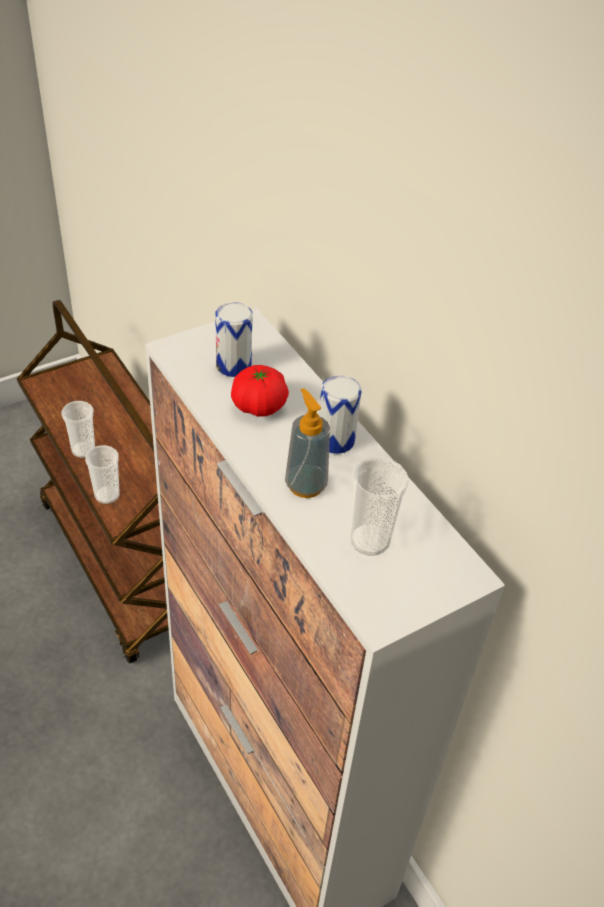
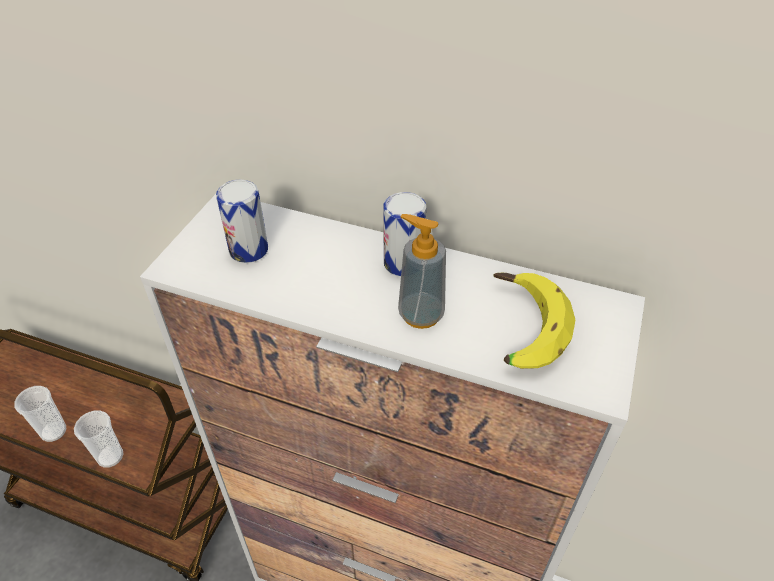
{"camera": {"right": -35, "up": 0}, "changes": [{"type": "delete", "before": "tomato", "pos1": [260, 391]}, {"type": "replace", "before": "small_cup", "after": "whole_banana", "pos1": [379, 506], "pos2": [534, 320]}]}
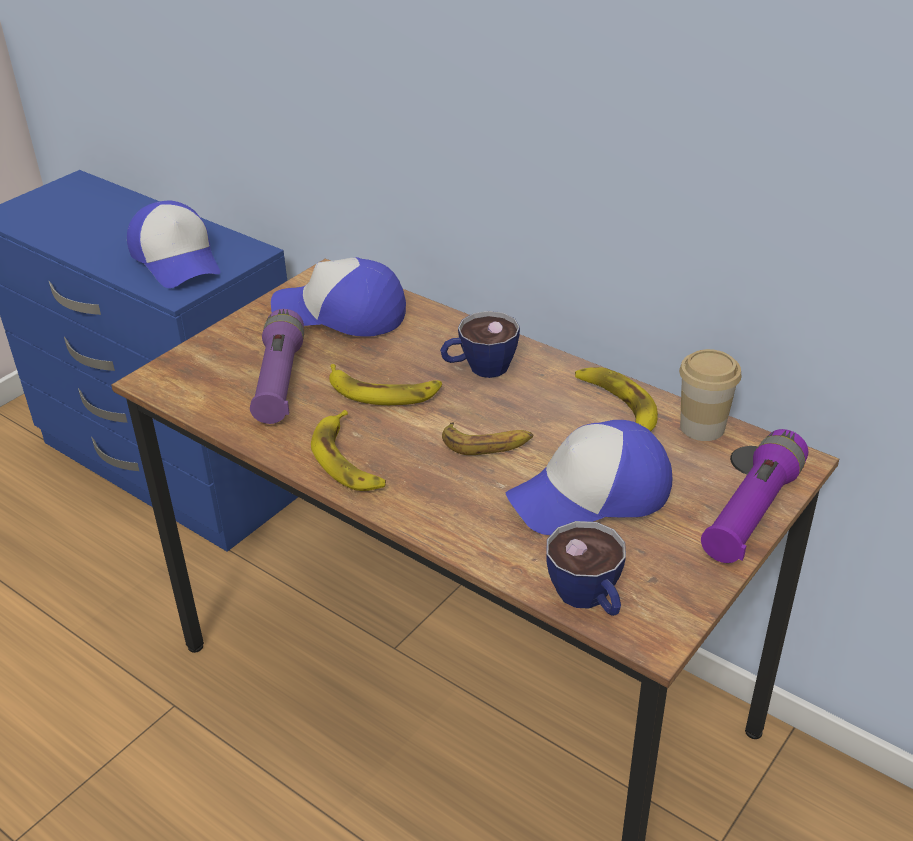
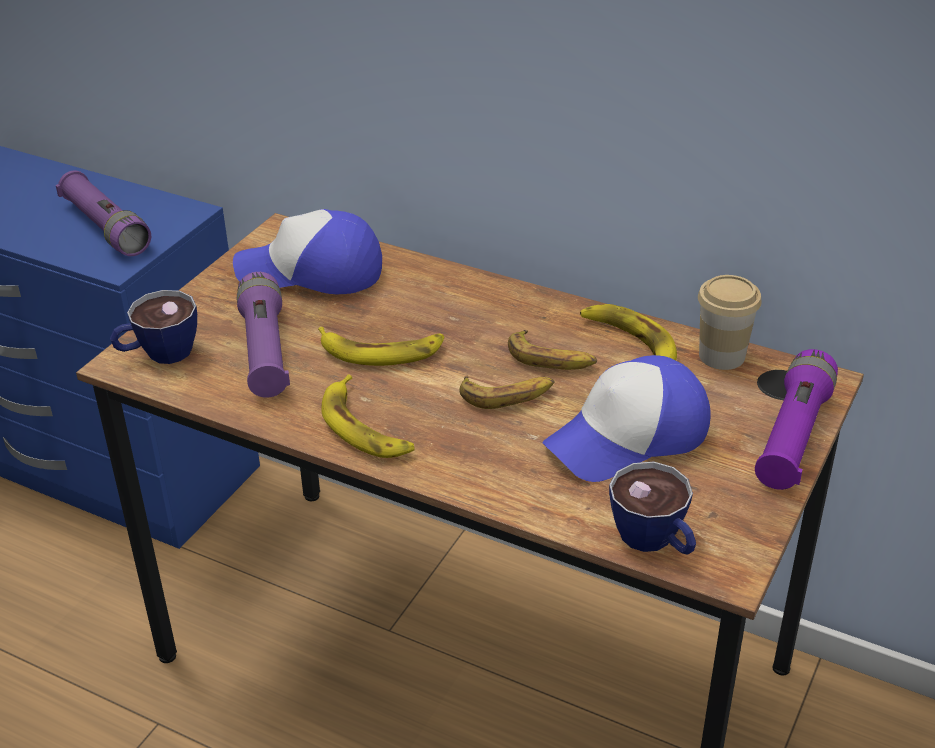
{"camera": {"right": -10, "up": 0}, "changes": [{"type": "replace", "before": "peaked_cap", "after": "purplish_torch", "pos1": [173, 244], "pos2": [103, 213]}, {"type": "move", "before": "small_cup", "pos1": [480, 344], "pos2": [153, 327]}, {"type": "insert", "after": "whole_banana", "pos2": [552, 350]}]}
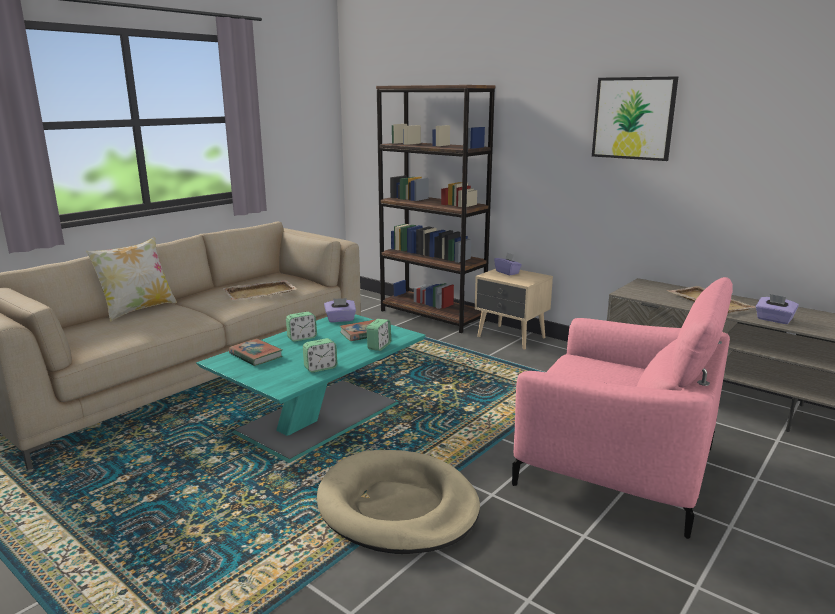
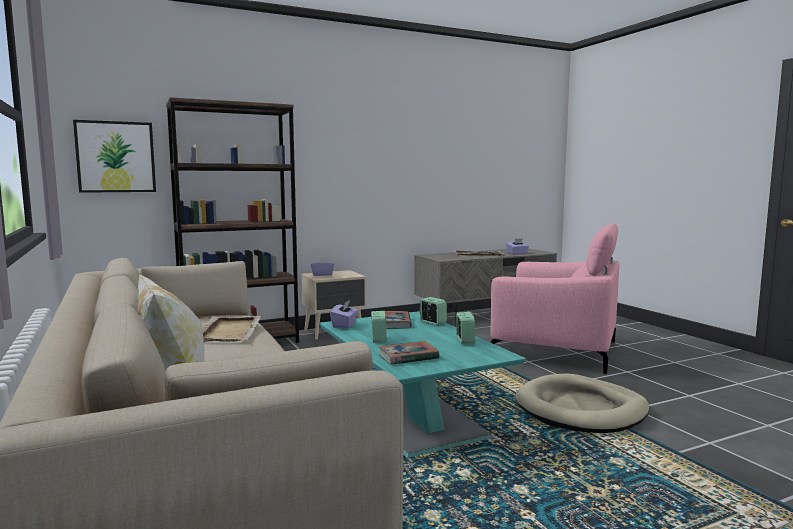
{"camera": {"right": -65, "up": -10}, "changes": [{"type": "move", "before": "wall_picture", "pos1": [635, 118], "pos2": [114, 156]}, {"type": "rotate", "before": "pink_armchair", "pos1": [622, 408], "pos2": [555, 298], "turn": 60}]}
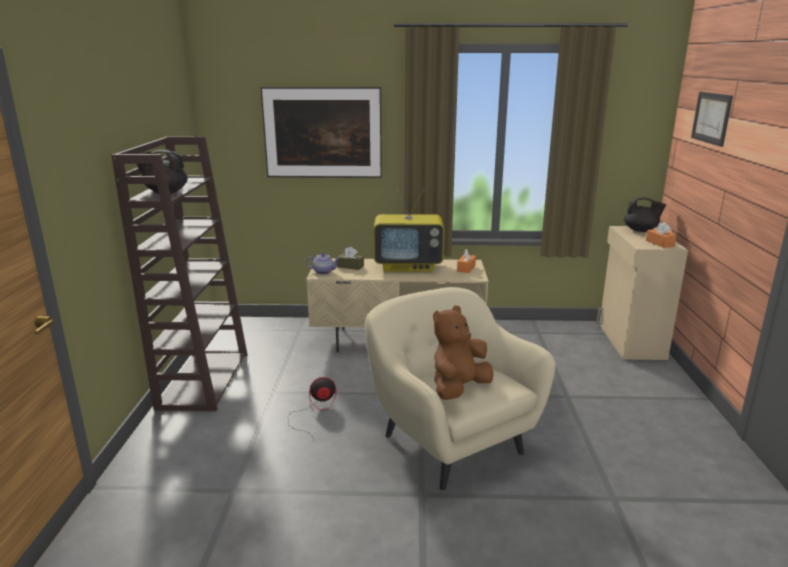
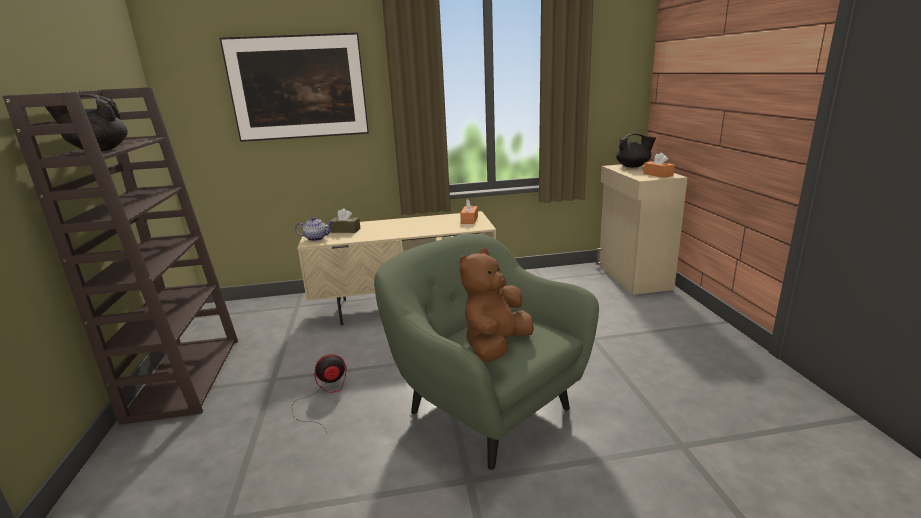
{"camera": {"right": -10, "up": 0}, "changes": [{"type": "delete", "before": "wall_picture", "pos1": [712, 119]}, {"type": "delete", "before": "TV", "pos1": [409, 230]}, {"type": "recolor", "before": "beige-coloured_armchair", "after": "green_armchair", "pos1": [460, 388], "pos2": [486, 352]}]}
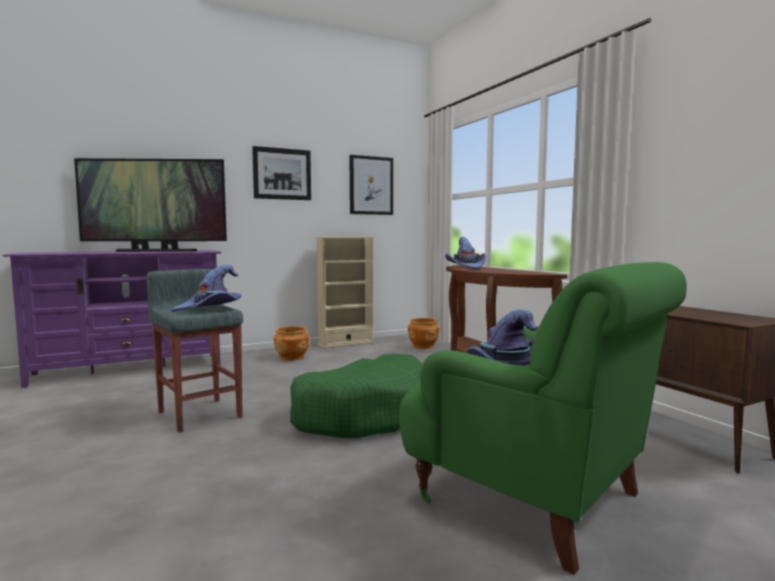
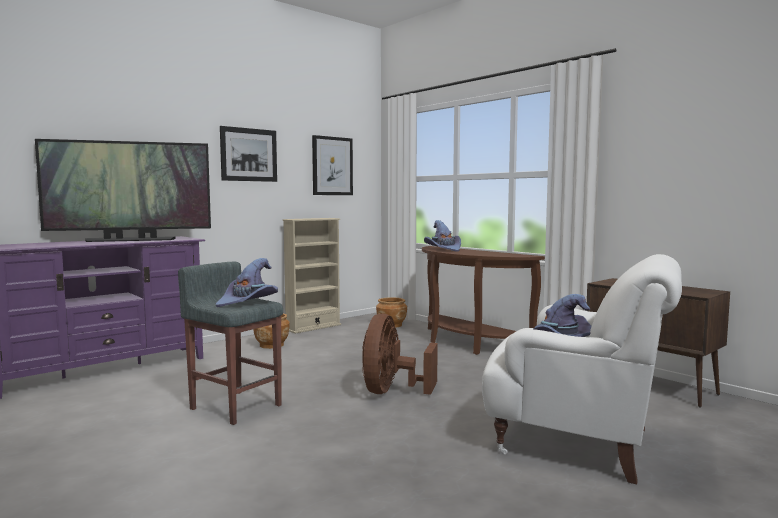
{"camera": {"right": -15, "up": 0}, "changes": [{"type": "recolor", "before": "green_armchair", "after": "white-coloured_armchair", "pos1": [543, 418], "pos2": [582, 369]}, {"type": "replace", "before": "green_dog_cushion", "after": "brownish_fan", "pos1": [356, 396], "pos2": [400, 354]}]}
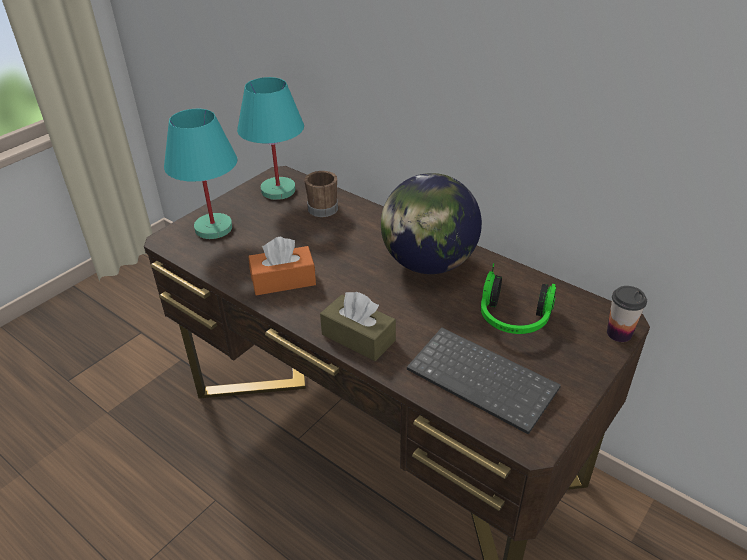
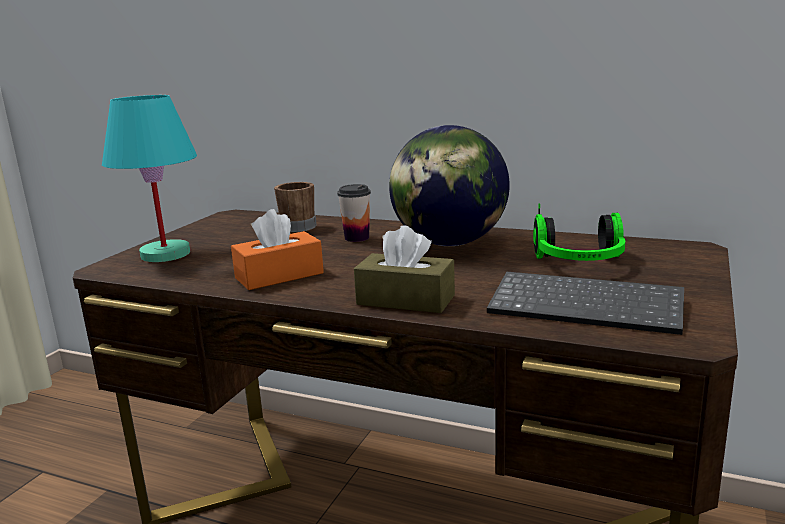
{"camera": {"right": -15, "up": -20}, "changes": [{"type": "delete", "before": "turquoise_tabletop_lamp", "pos1": [270, 138]}, {"type": "move", "before": "small_cup", "pos1": [627, 314], "pos2": [354, 213]}]}
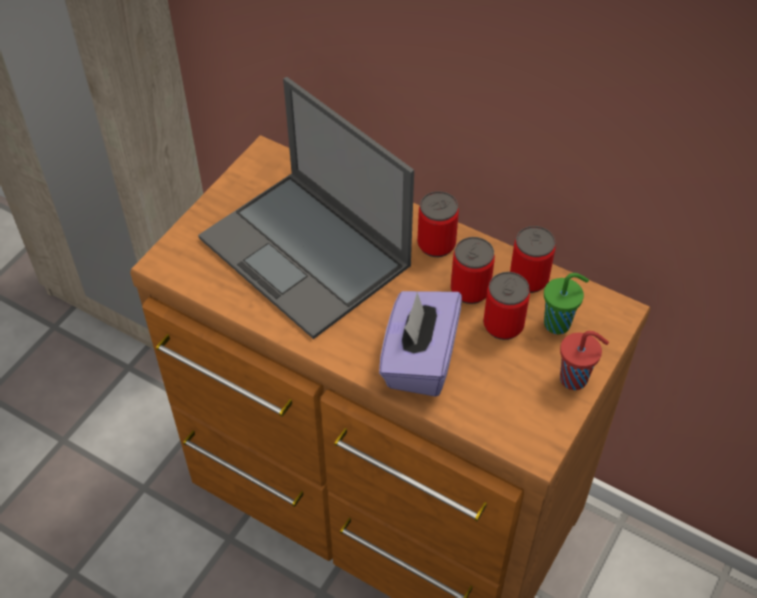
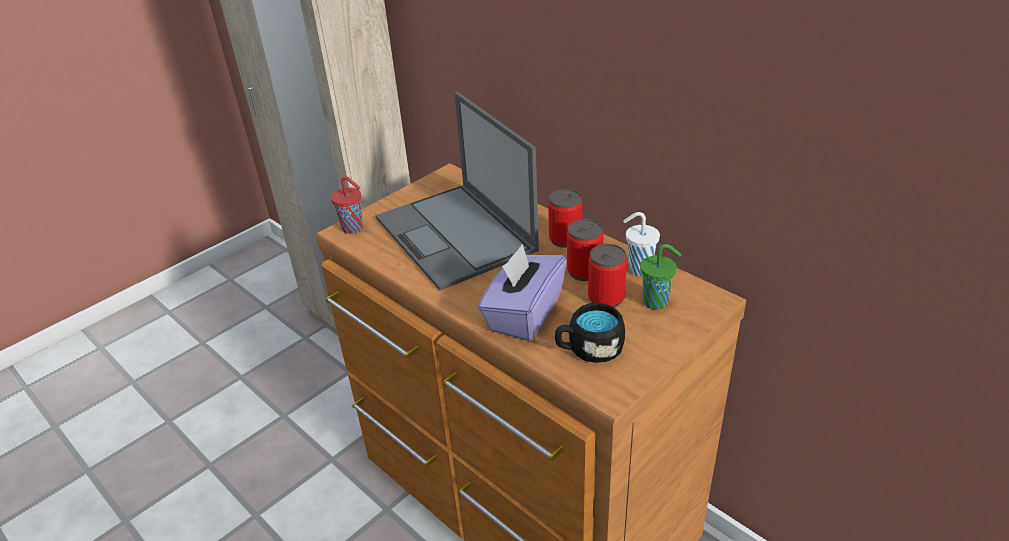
{"camera": {"right": 15, "up": -15}, "changes": [{"type": "replace", "before": "sealed_can", "after": "white-coloured_small_cup", "pos1": [533, 259], "pos2": [641, 244]}, {"type": "move", "before": "red-coloured_small_cup", "pos1": [584, 360], "pos2": [347, 205]}, {"type": "insert", "after": "blackish_coffee_mug", "pos2": [590, 333]}]}
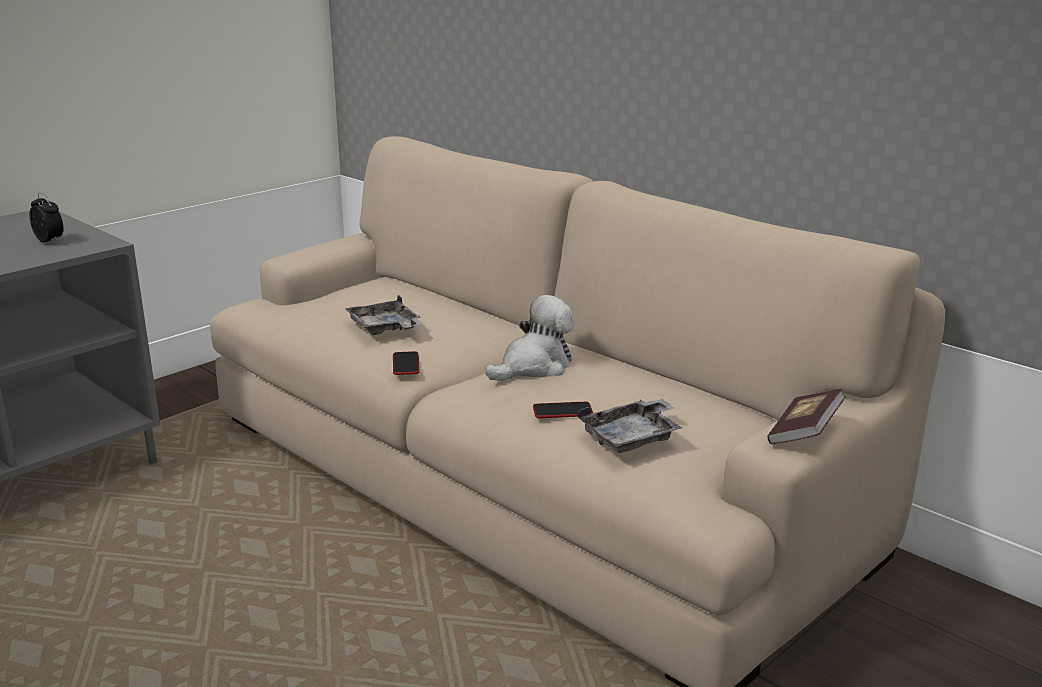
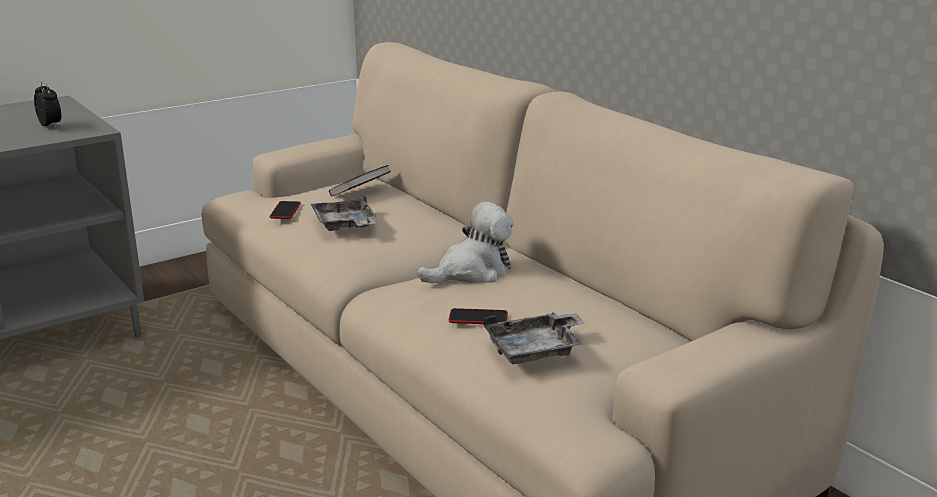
{"camera": {"right": 10, "up": 0}, "changes": [{"type": "move", "before": "handset", "pos1": [406, 363], "pos2": [285, 210]}, {"type": "move", "before": "volume", "pos1": [806, 416], "pos2": [360, 180]}]}
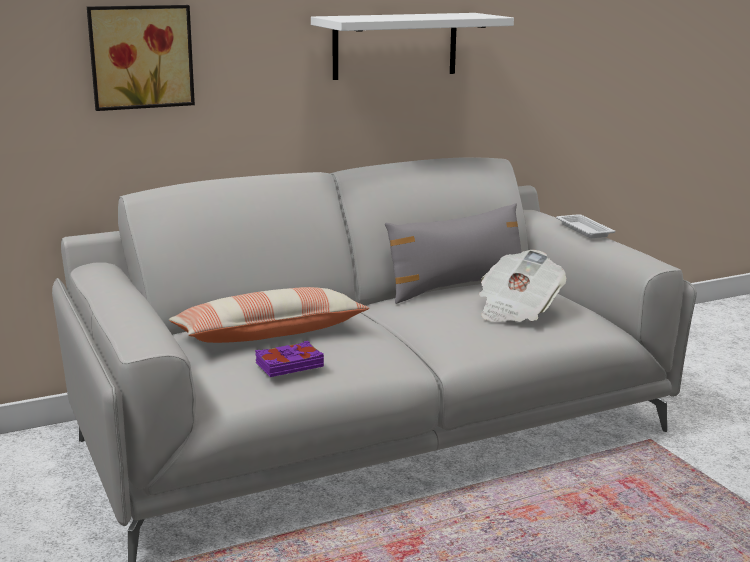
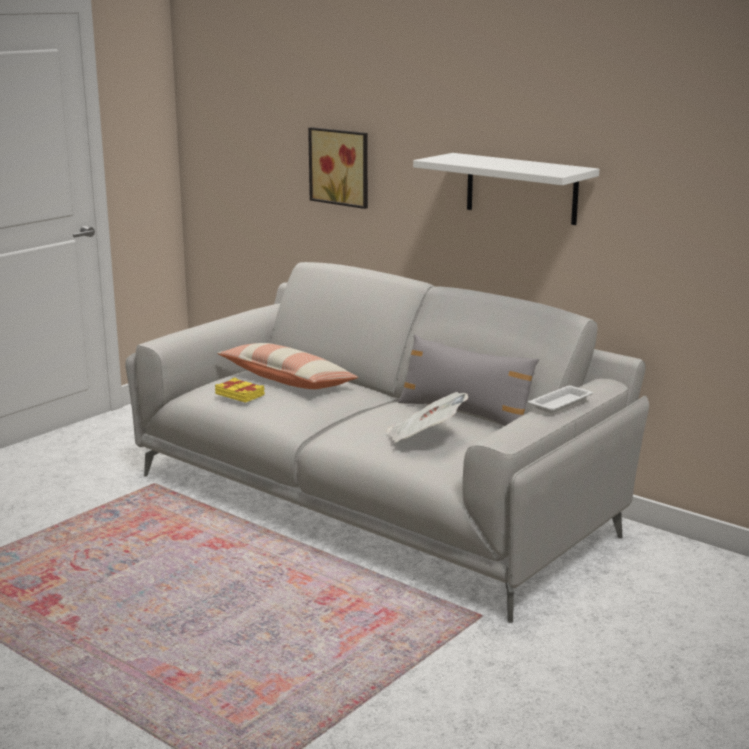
{"camera": {"right": 65, "up": 0}, "changes": [{"type": "recolor", "before": "purplish_volume", "after": "yellow_volume", "pos1": [289, 359], "pos2": [240, 390]}]}
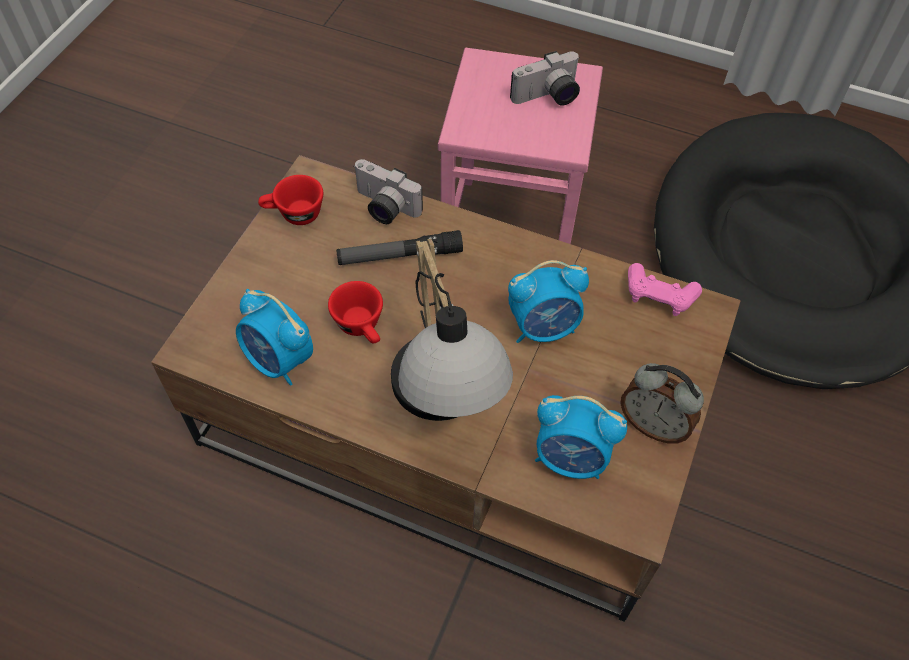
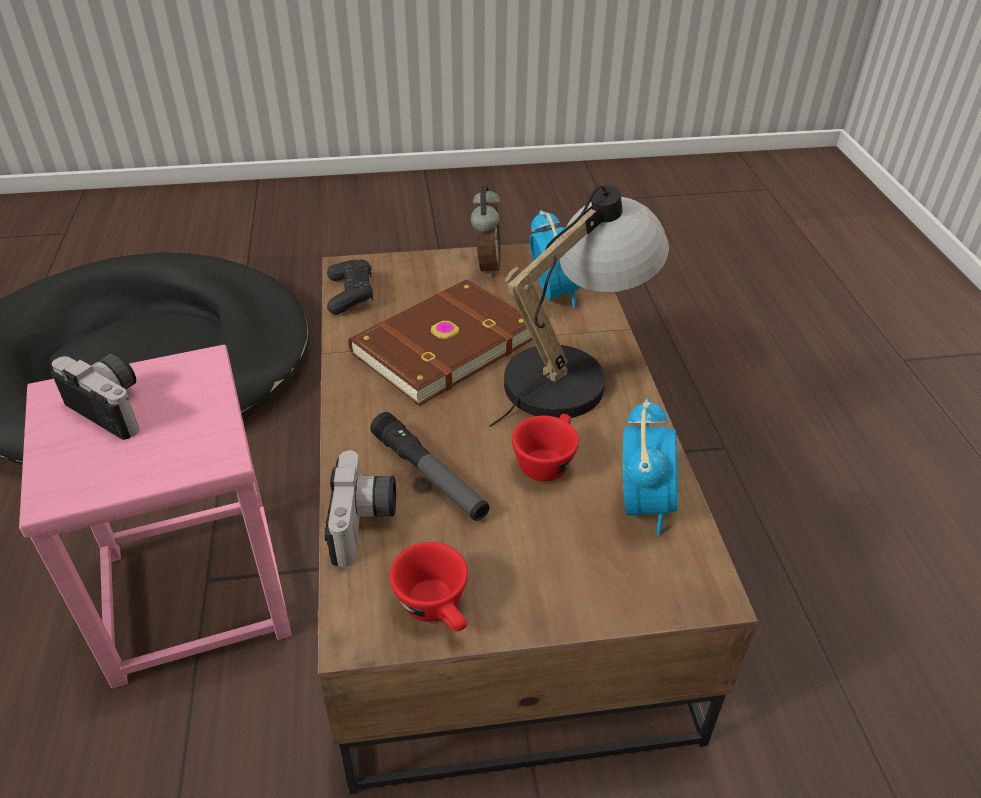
{"camera": {"right": -120, "up": -15}, "changes": [{"type": "replace", "before": "bedside_clock", "after": "brownish_volume", "pos1": [548, 301], "pos2": [440, 342]}, {"type": "recolor", "before": "pink_joypad", "after": "blackish_joypad", "pos1": [665, 289], "pos2": [350, 287]}]}
